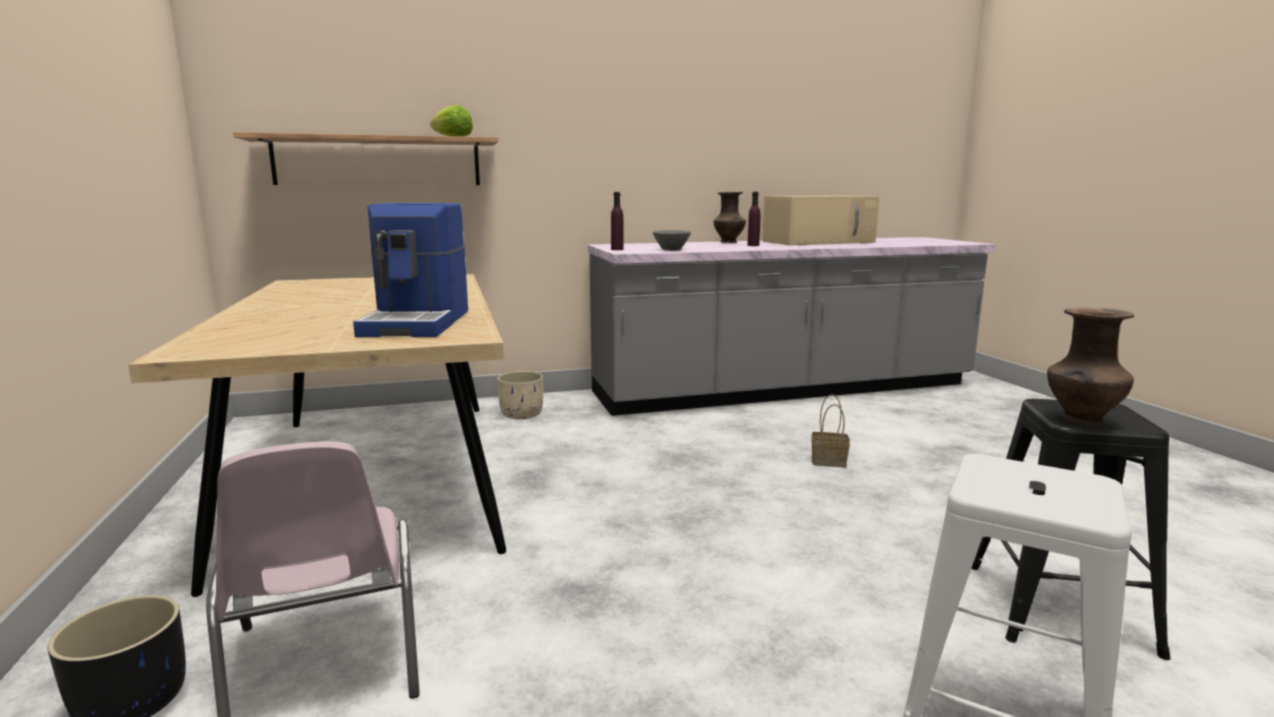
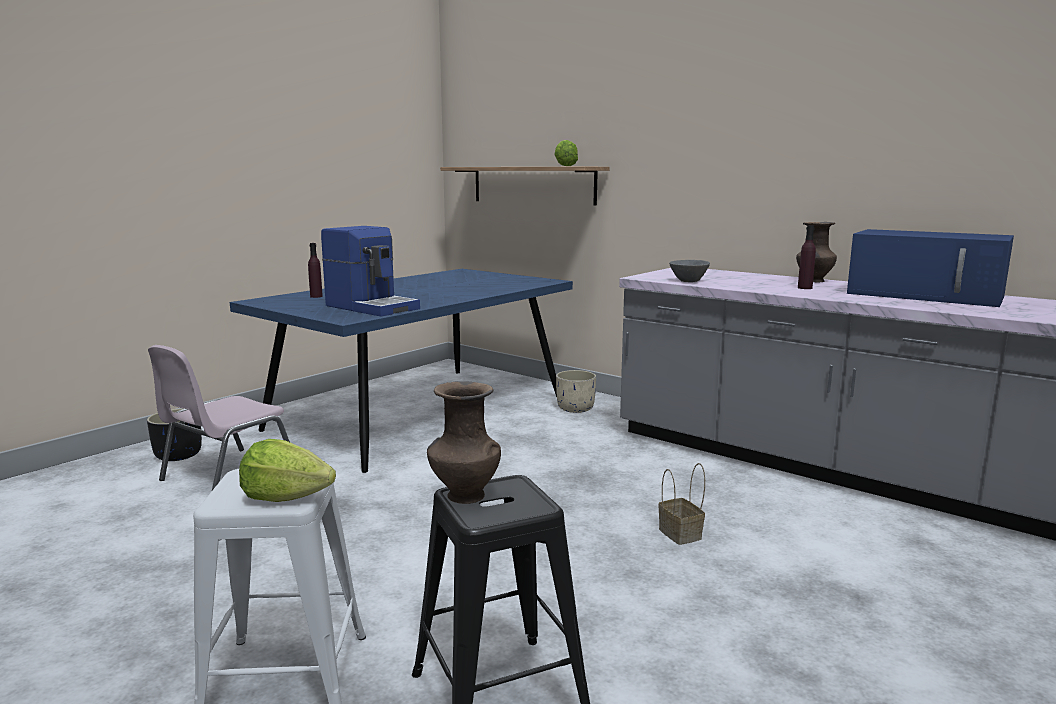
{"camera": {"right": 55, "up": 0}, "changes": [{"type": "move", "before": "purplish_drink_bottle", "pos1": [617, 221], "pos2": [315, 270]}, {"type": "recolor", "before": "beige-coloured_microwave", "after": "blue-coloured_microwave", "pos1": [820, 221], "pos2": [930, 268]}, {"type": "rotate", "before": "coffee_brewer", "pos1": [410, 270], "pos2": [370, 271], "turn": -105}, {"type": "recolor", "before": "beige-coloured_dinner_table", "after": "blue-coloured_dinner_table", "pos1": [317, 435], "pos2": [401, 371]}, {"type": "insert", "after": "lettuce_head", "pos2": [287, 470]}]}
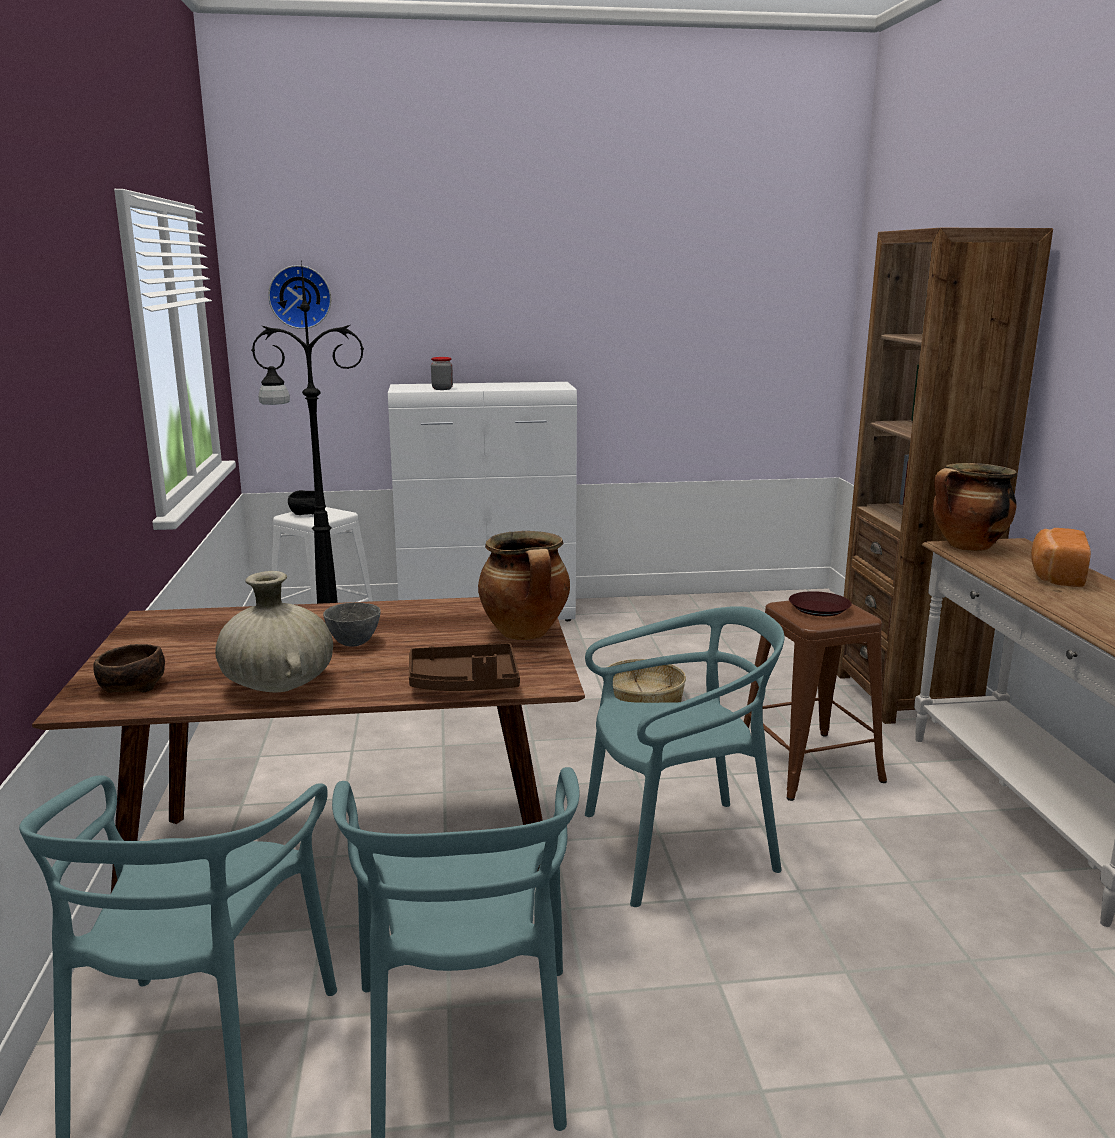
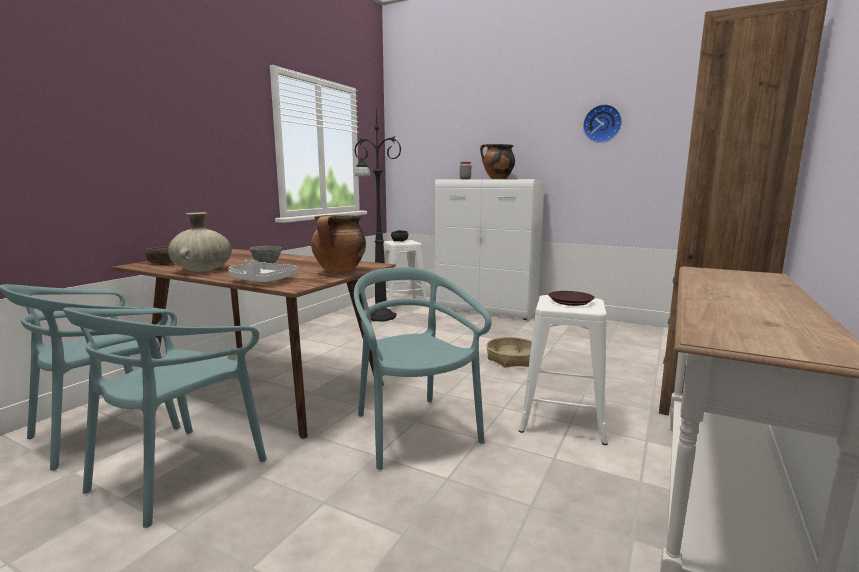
{"camera": {"right": 35, "up": -5}, "changes": [{"type": "move", "before": "wall_clock", "pos1": [299, 297], "pos2": [602, 123]}, {"type": "move", "before": "cooking_pot", "pos1": [975, 507], "pos2": [497, 161]}, {"type": "delete", "before": "baked_bread", "pos1": [1061, 557]}, {"type": "recolor", "before": "brownish_sitting_stool", "after": "white-coloured_sitting_stool", "pos1": [815, 701], "pos2": [563, 370]}, {"type": "rotate", "before": "turquoise_plain_chair", "pos1": [685, 756], "pos2": [423, 368], "turn": -135}, {"type": "recolor", "before": "brownish_carrying_tray", "after": "gray_carrying_tray", "pos1": [464, 667], "pos2": [263, 271]}]}
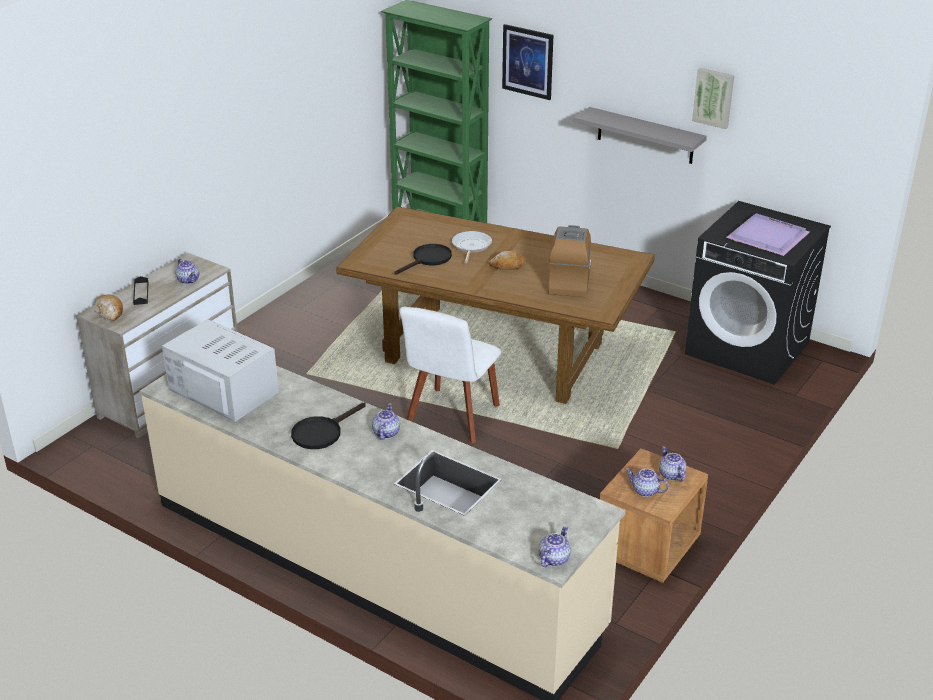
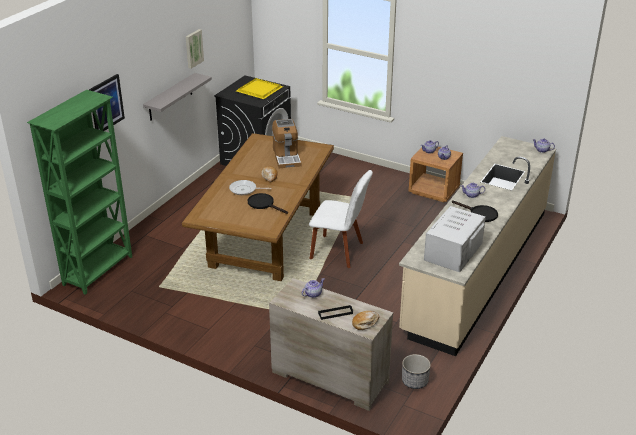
{"camera": {"right": -95, "up": 0}, "changes": [{"type": "recolor", "before": "purplish_carrying_tray", "after": "yellow_carrying_tray", "pos1": [768, 234], "pos2": [259, 88]}, {"type": "rotate", "before": "coffee_brewer", "pos1": [569, 261], "pos2": [286, 143], "turn": -105}, {"type": "insert", "after": "flower_pot", "pos2": [416, 371]}]}
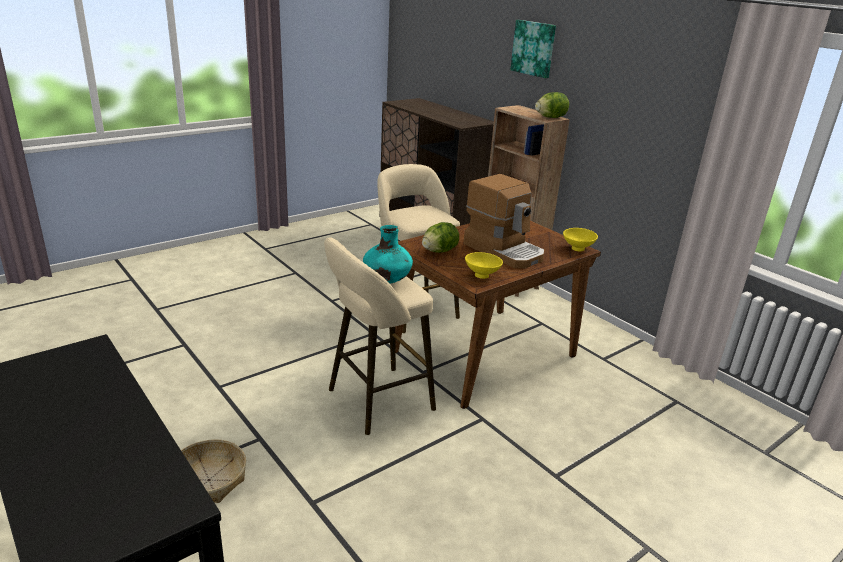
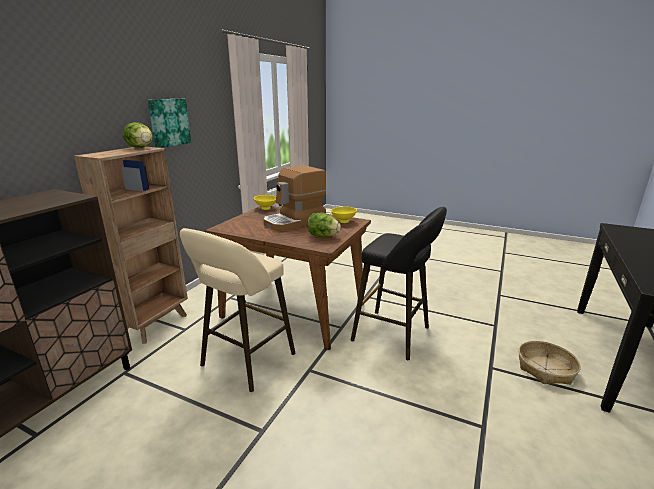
{"camera": {"right": -115, "up": -5}, "changes": [{"type": "move", "before": "wall_picture", "pos1": [533, 49], "pos2": [169, 123]}, {"type": "rotate", "before": "coffee_brewer", "pos1": [504, 221], "pos2": [294, 198], "turn": -150}, {"type": "delete", "before": "turquoise_decorative_vase", "pos1": [388, 254]}, {"type": "recolor", "before": "beige-coloured_sitting_stool", "after": "blackish_sitting_stool", "pos1": [380, 336], "pos2": [399, 283]}]}
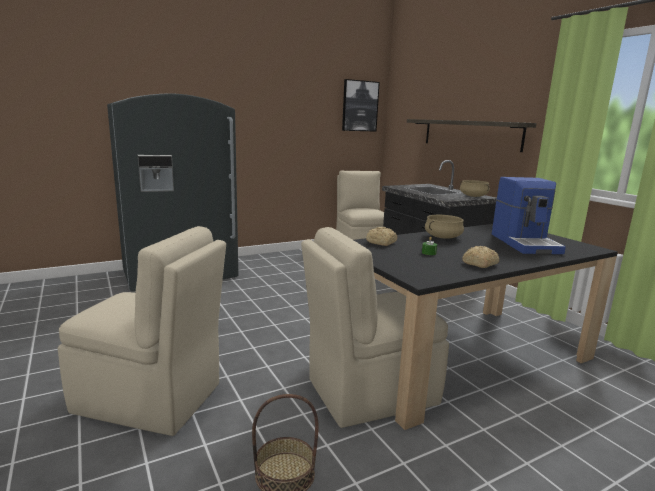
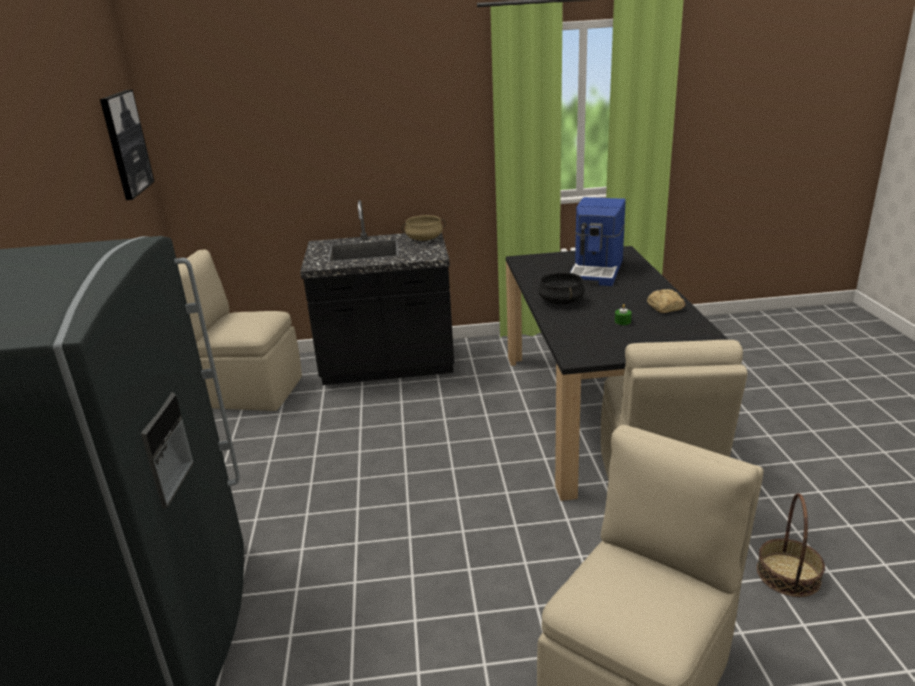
{"camera": {"right": -65, "up": 10}, "changes": [{"type": "delete", "before": "wall_shelf", "pos1": [472, 135]}, {"type": "rotate", "before": "coffee_brewer", "pos1": [529, 215], "pos2": [598, 241], "turn": 90}, {"type": "recolor", "before": "beige-coloured_cooking_pot", "after": "blackish_cooking_pot", "pos1": [444, 227], "pos2": [561, 288]}, {"type": "delete", "before": "baked_bread", "pos1": [381, 236]}]}
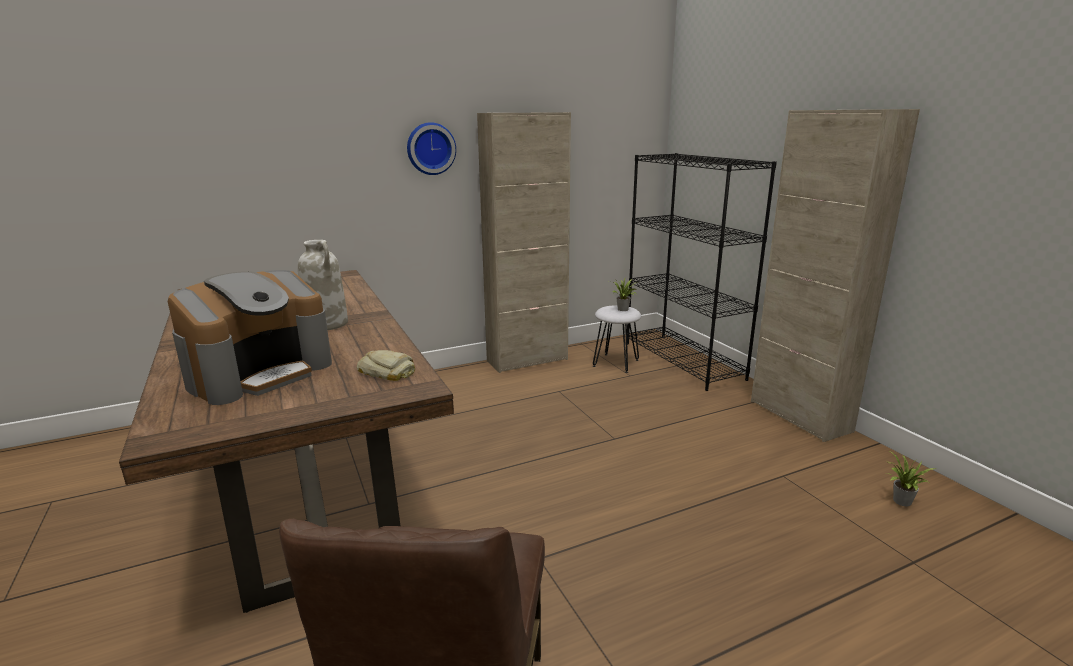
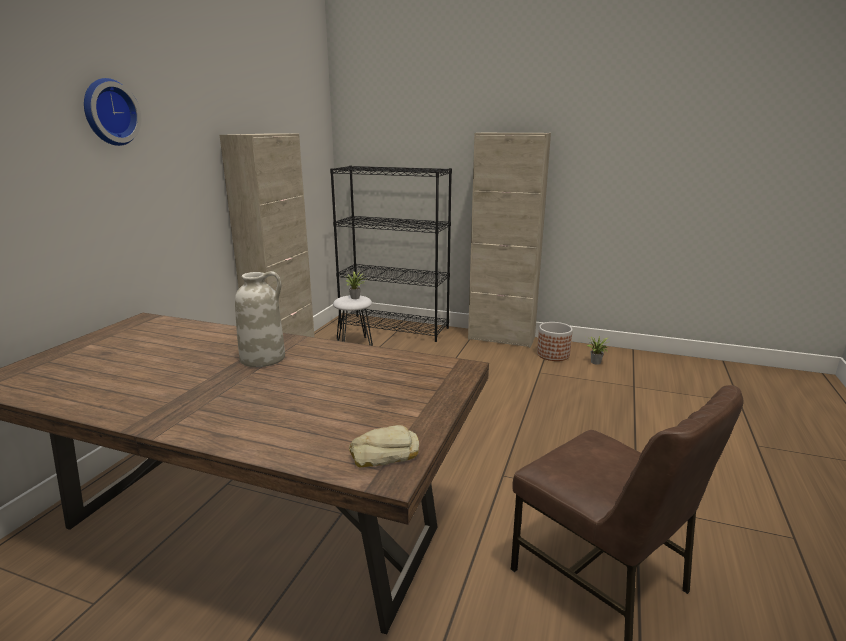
{"camera": {"right": -45, "up": 0}, "changes": [{"type": "move", "before": "wall_clock", "pos1": [431, 148], "pos2": [112, 112]}, {"type": "delete", "before": "coffee_brewer", "pos1": [250, 337]}, {"type": "move", "before": "baked_bread", "pos1": [386, 365], "pos2": [384, 446]}, {"type": "insert", "after": "flower_pot", "pos2": [555, 341]}]}
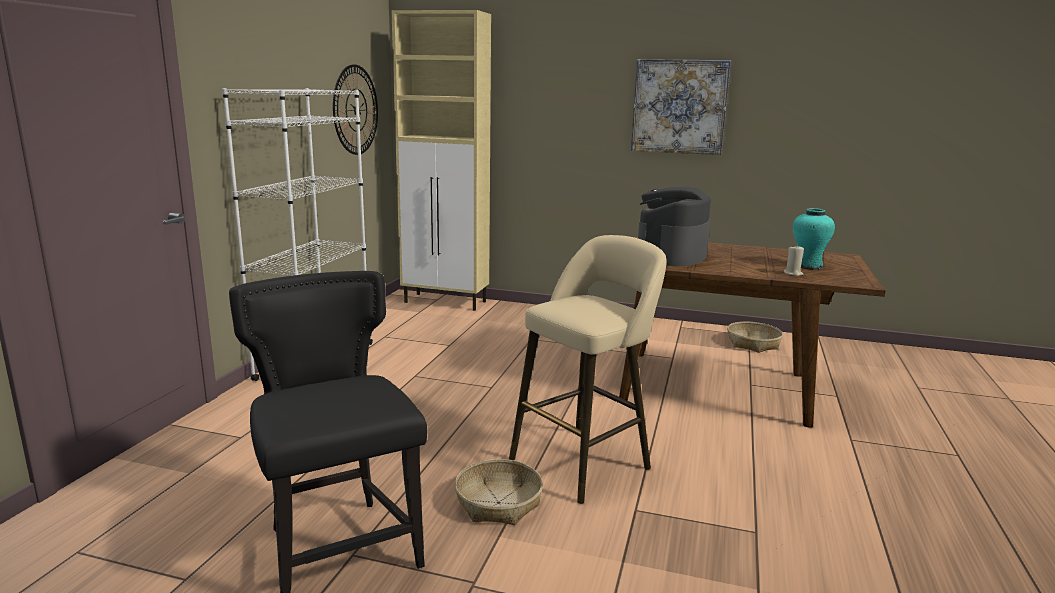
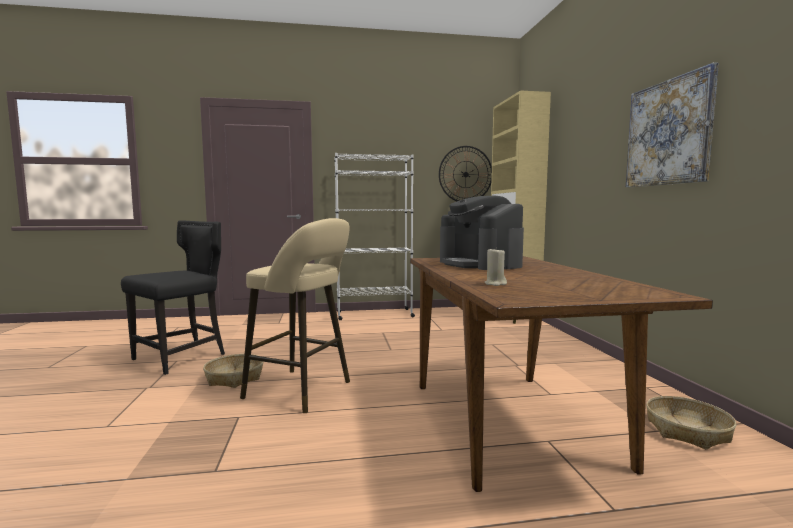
{"camera": {"right": 65, "up": -10}, "changes": [{"type": "rotate", "before": "coffee_brewer", "pos1": [674, 226], "pos2": [482, 232], "turn": -120}, {"type": "delete", "before": "turquoise_decorative_vase", "pos1": [814, 239]}]}
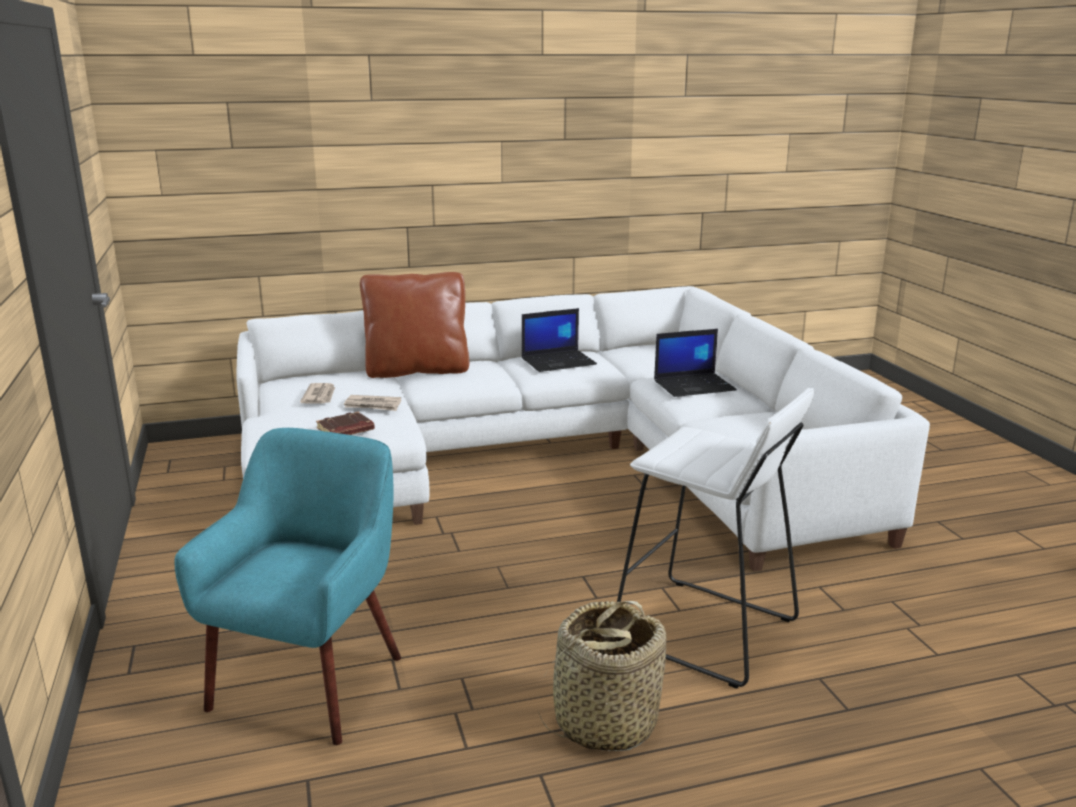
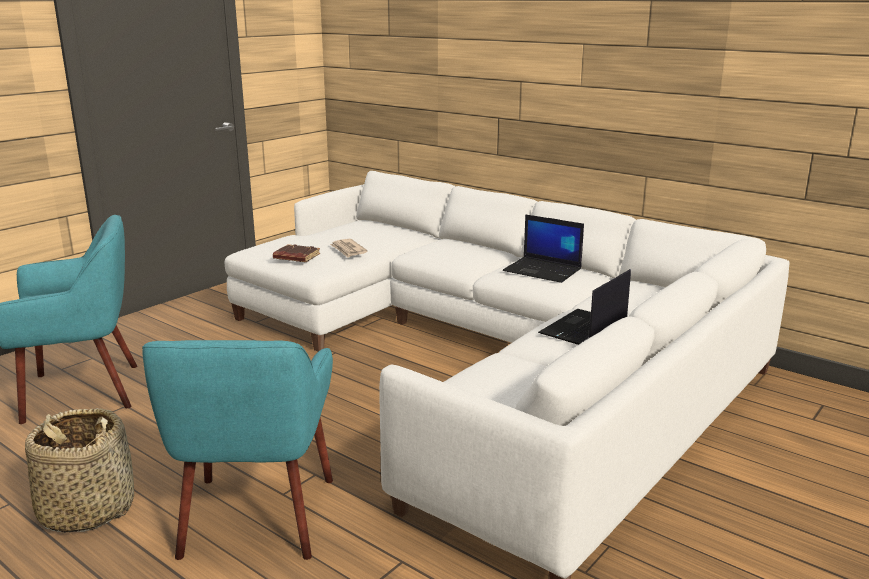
{"camera": {"right": 55, "up": 0}, "changes": [{"type": "delete", "before": "brownish_throw_pillow", "pos1": [414, 325]}, {"type": "rotate", "before": "notebook_computer", "pos1": [695, 363], "pos2": [584, 307], "turn": 90}, {"type": "delete", "before": "printed_paper", "pos1": [317, 393]}, {"type": "replace", "before": "white-coloured_sitting_stool", "after": "turquoise_armchair", "pos1": [715, 538], "pos2": [237, 450]}]}
